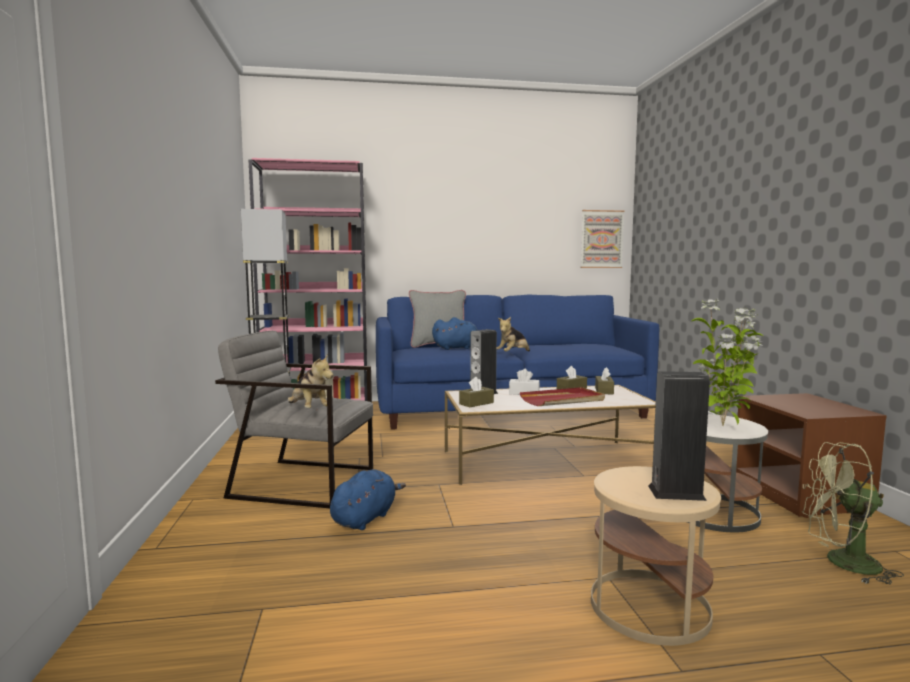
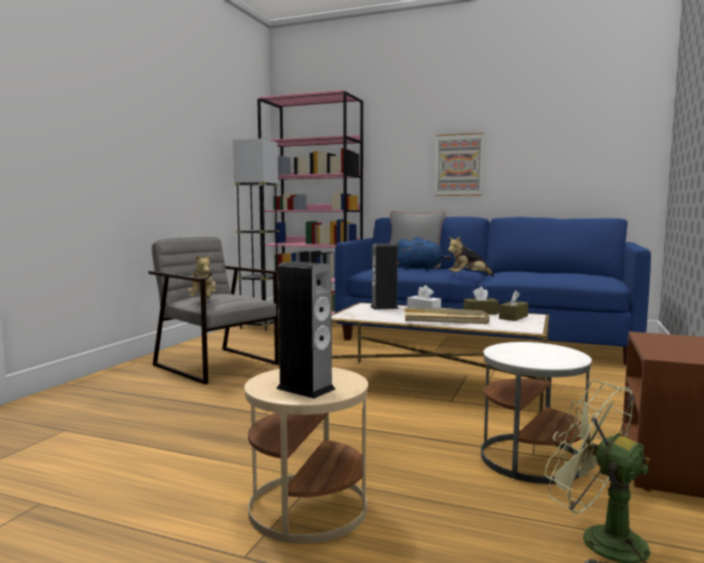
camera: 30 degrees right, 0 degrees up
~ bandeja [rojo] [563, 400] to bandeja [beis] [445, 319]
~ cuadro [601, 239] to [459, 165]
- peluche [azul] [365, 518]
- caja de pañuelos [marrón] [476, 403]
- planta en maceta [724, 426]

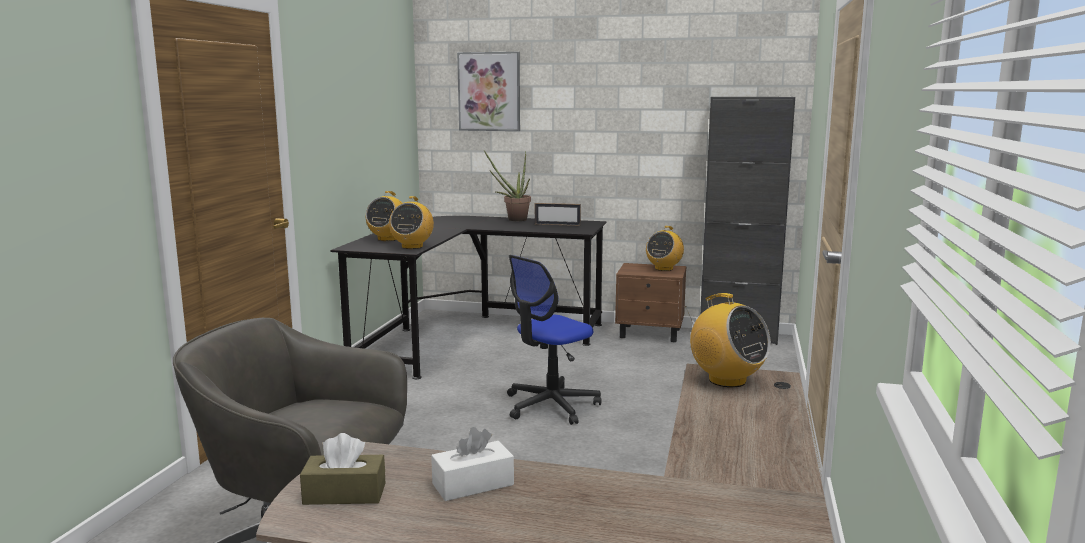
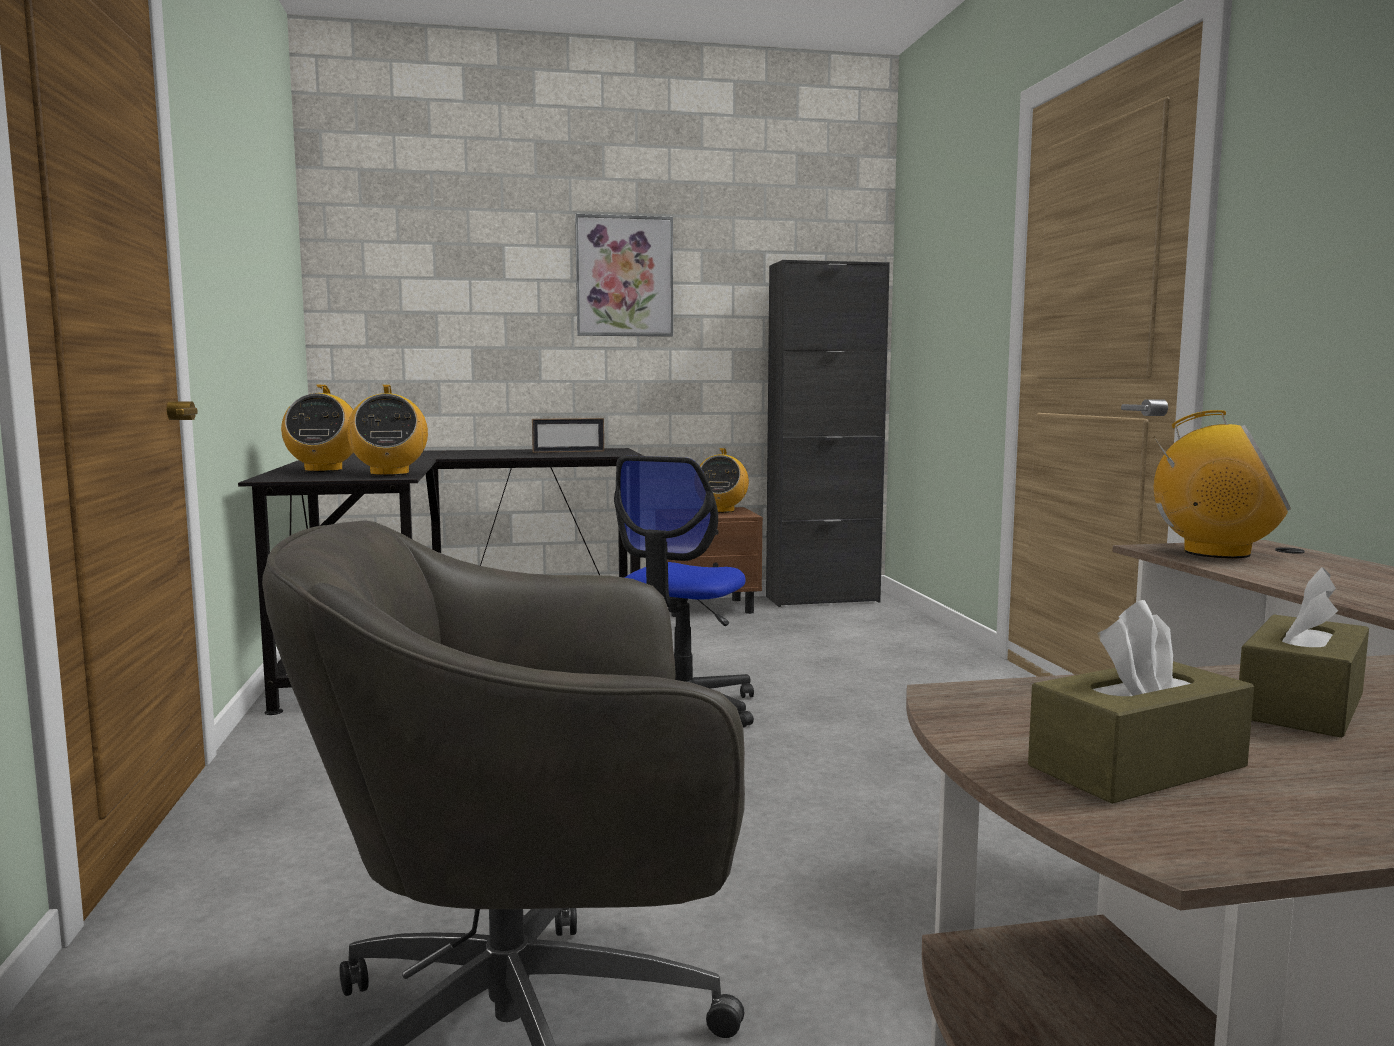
camera: 25 degrees left, 5 degrees down
~ cuadro [489, 91] to [624, 276]
~ caja de pañuelos [blanco] [473, 484] to caja de pañuelos [marrón] [1301, 705]
- planta en maceta [513, 219]

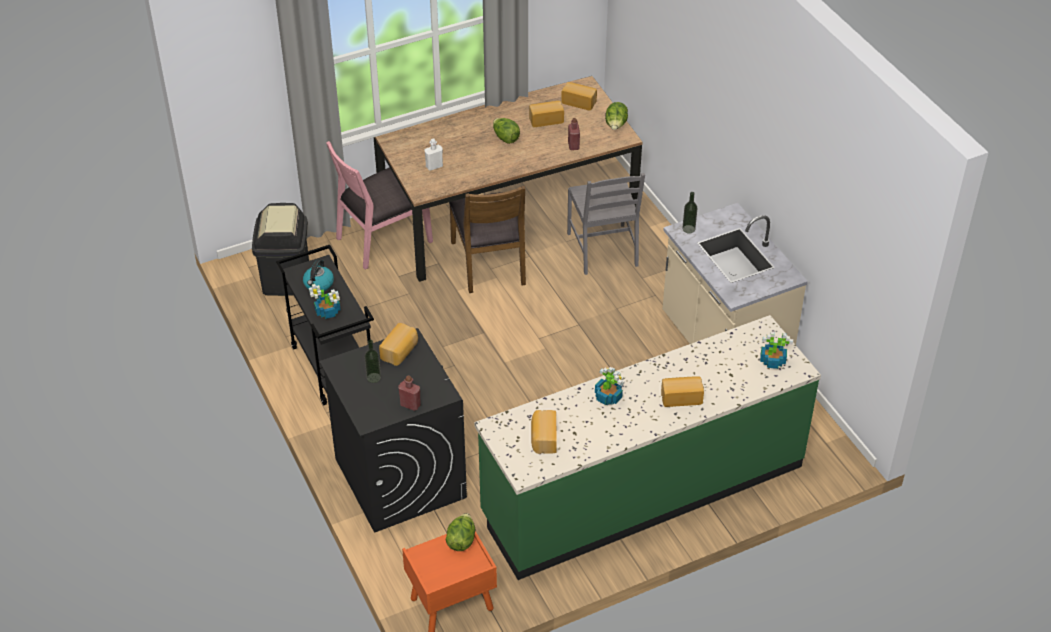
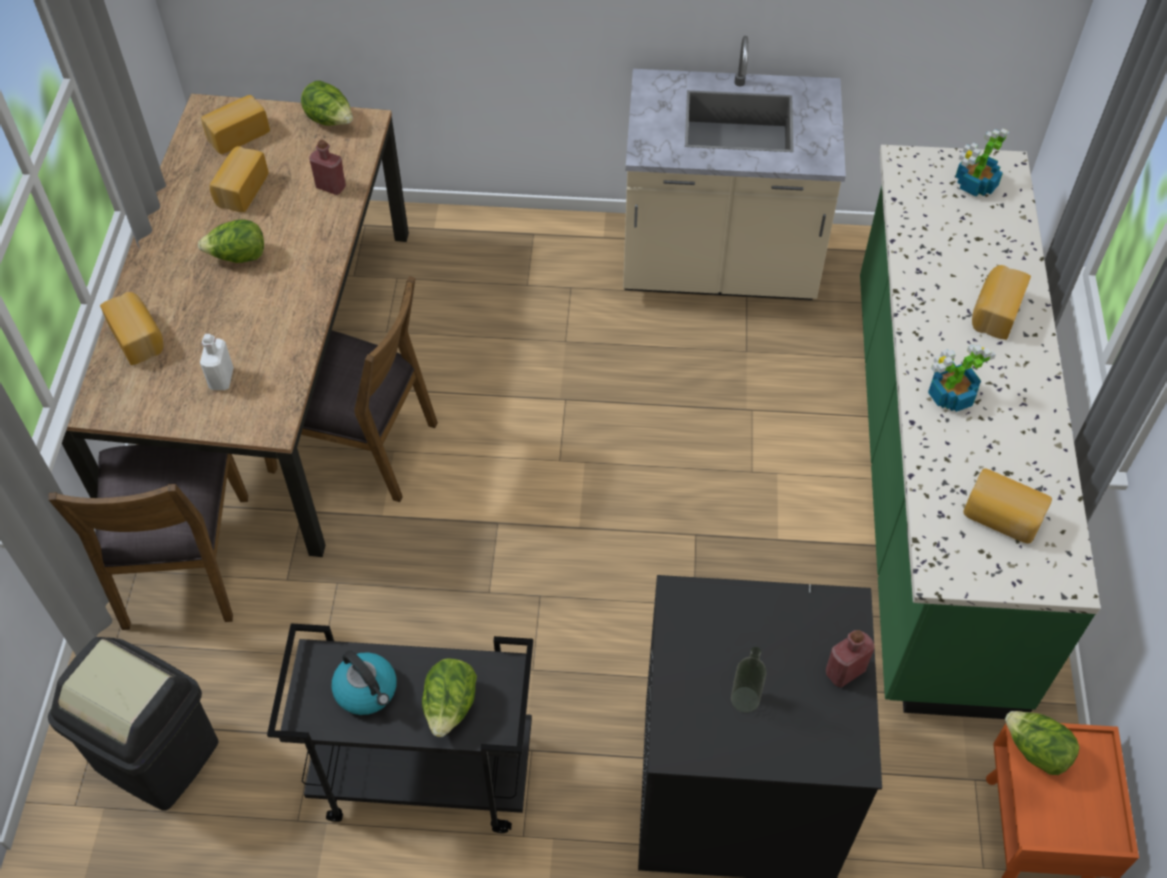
camera: 60 degrees left, 10 degrees up
~ silla [rosa] [382, 239] to silla [marrón] [183, 562]
~ pan [400, 351] to [138, 337]
~ planta en maceta [328, 312] to lechuga [450, 707]
- silla [gris] [603, 249]
- botella [688, 229]

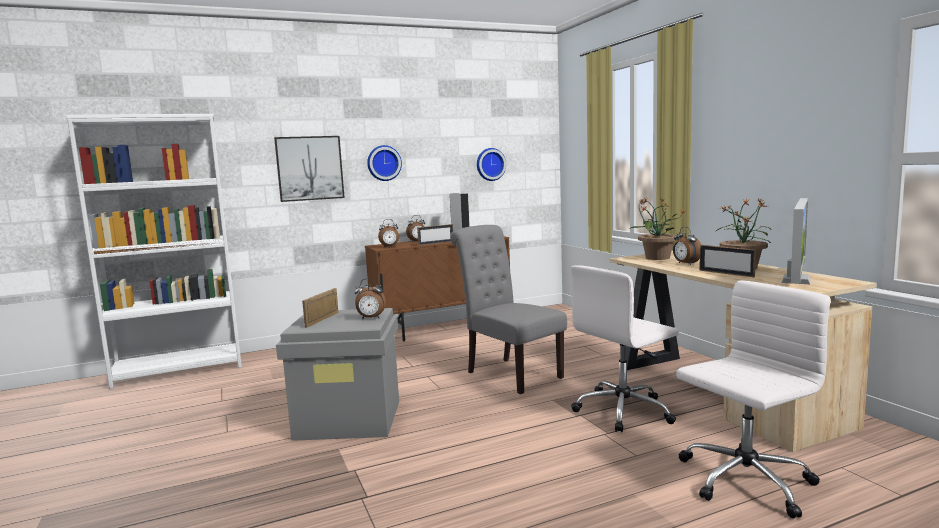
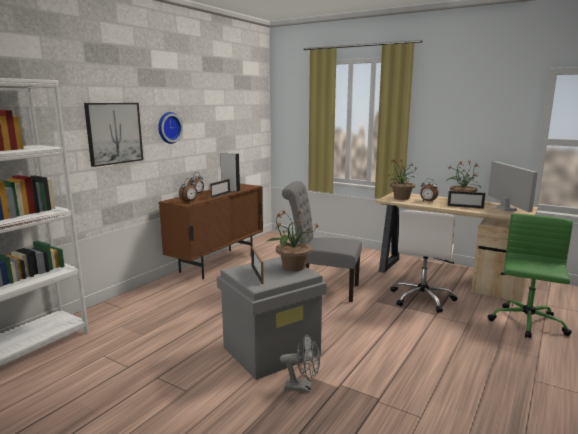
camera: 35 degrees left, 5 degrees up
~ despertador [370, 318] to planta en maceta [293, 267]
+ ventilador [gris] [302, 387]
~ silla de oficina [blanco] [743, 481] to silla de oficina [verde] [527, 323]
- reloj de pared [490, 164]

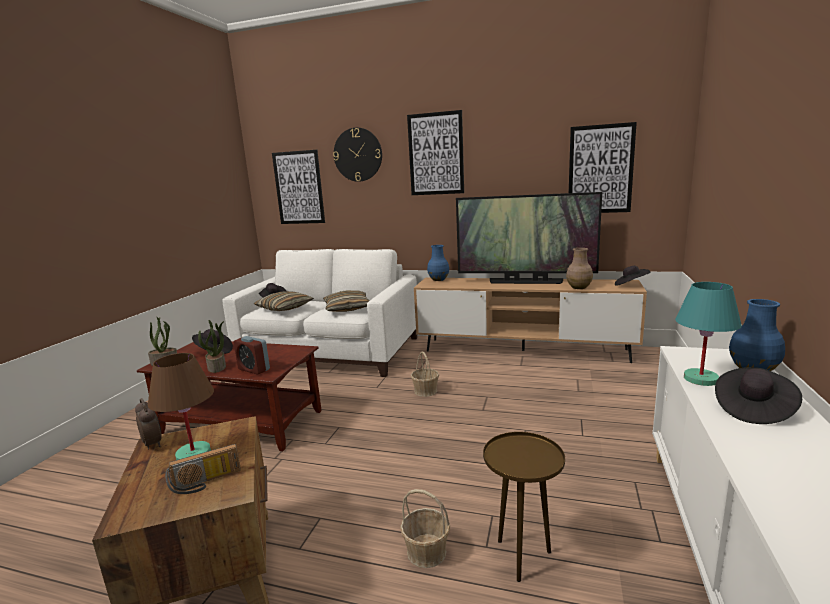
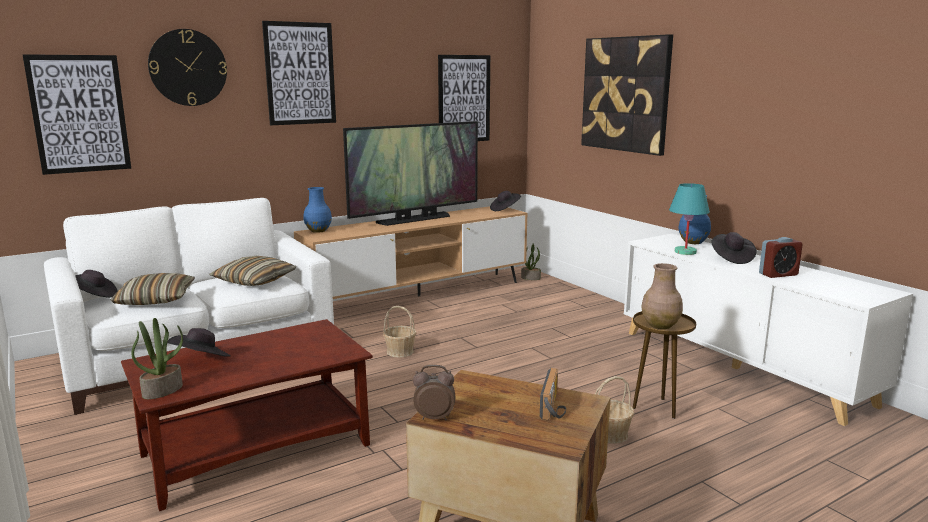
camera: 50 degrees left, 0 degrees up
~ planta en maceta [217, 367] to [531, 278]
+ cuadro [625, 94]
~ florero [marrón] [578, 287] to [659, 325]
~ despertador [254, 369] to [778, 274]
- lámpara de mesa [marrón] [193, 454]

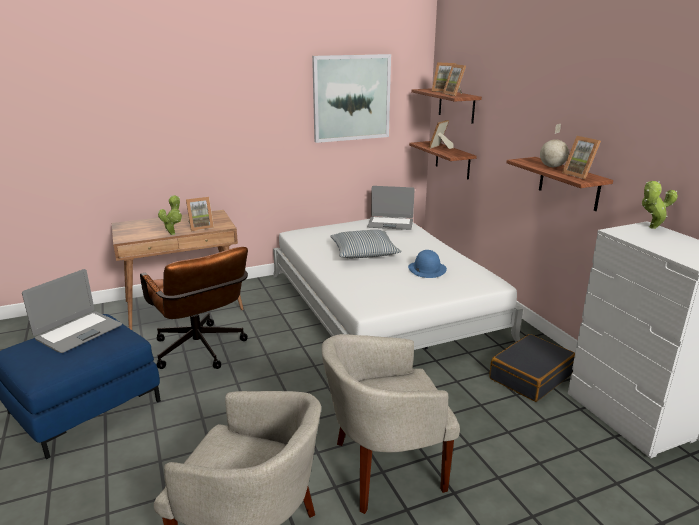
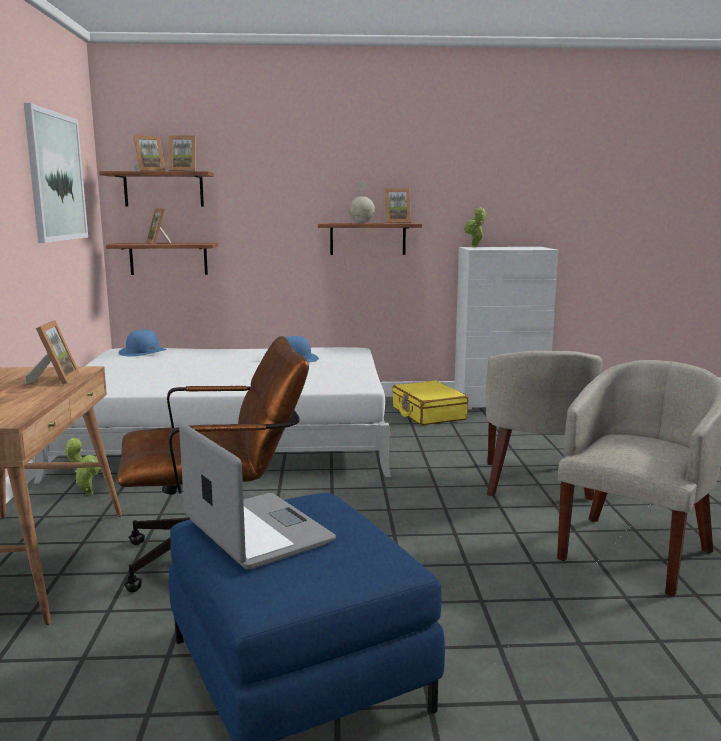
camera: 70 degrees left, 10 degrees down
~ planta en maceta [173, 233] to [87, 493]
~ portátil [390, 224] to sombrero [azul] [143, 351]
~ maleta [negro] [530, 376] to maleta [amarillo] [428, 413]
- cojín [364, 252]

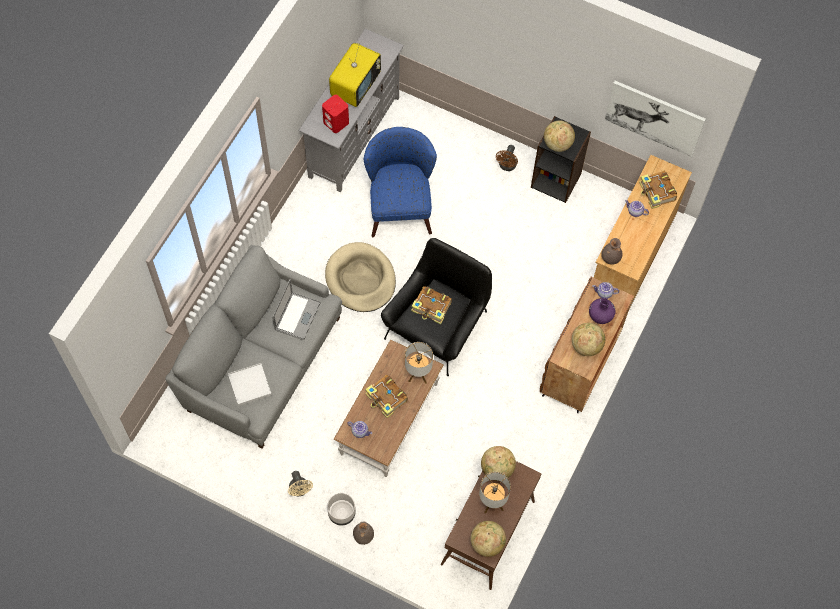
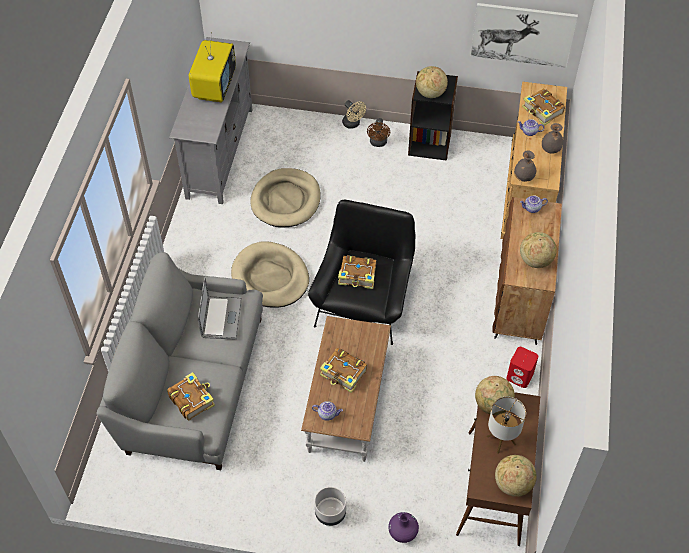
camera: 15 degrees left, 10 degrees down
~ bandeja [blanco] [249, 385] to libro [191, 399]
~ sillón [azul] [400, 204] to cama para perro [beis] [286, 200]
~ ventilador [beis] [300, 490] to [353, 124]
~ florero [morado] [600, 316] to [402, 532]
~ altavoz [rojo] [336, 122] to [520, 376]
~ florero [gris] [363, 536] to [550, 150]
- lámpara de mesa [418, 374]

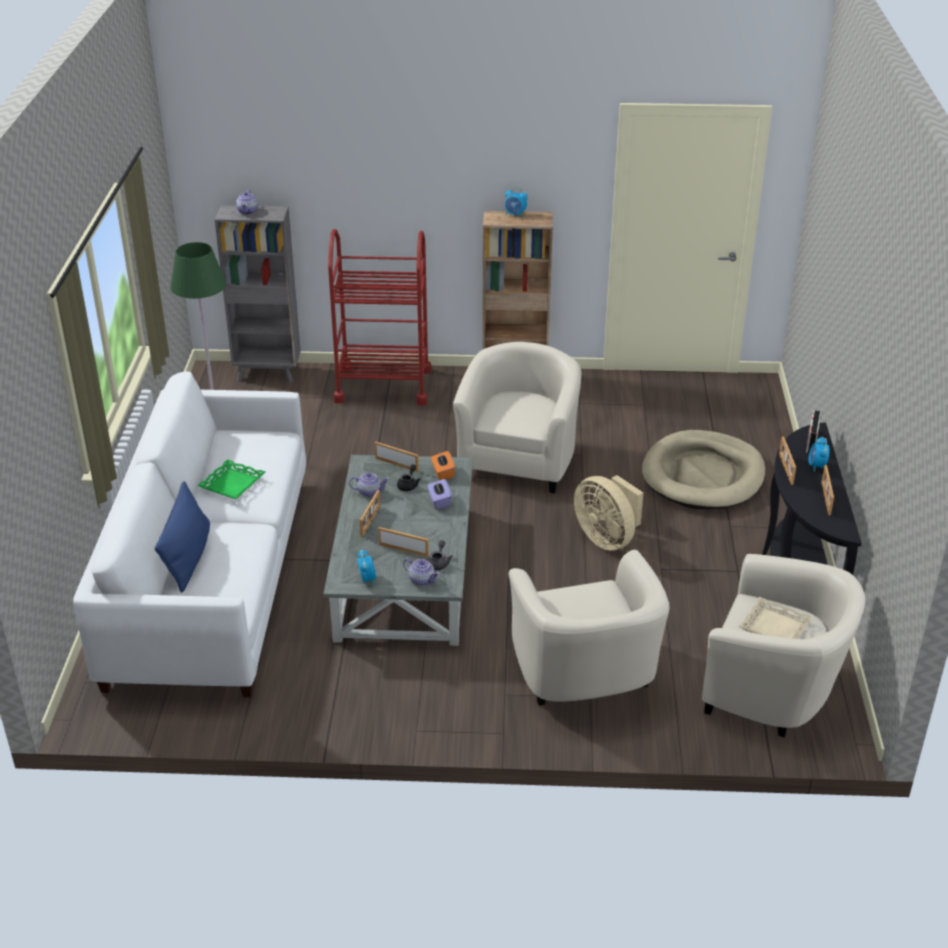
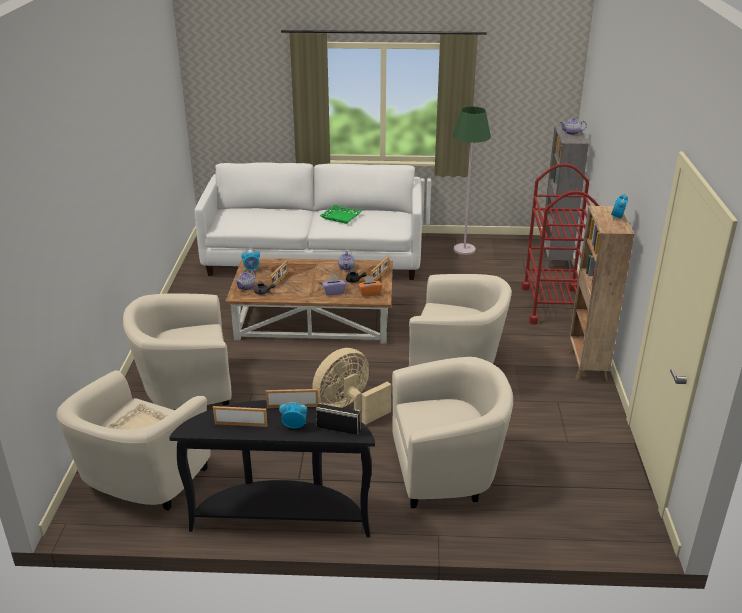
camera: 90 degrees right, 5 degrees down
~ mesa de centro [gris] [403, 571] to mesa de centro [marrón] [315, 319]
~ cama para perro [beis] [703, 475] to sillón [beis] [447, 471]
- cojín [azul] [188, 557]
- portarretratos [371, 521]

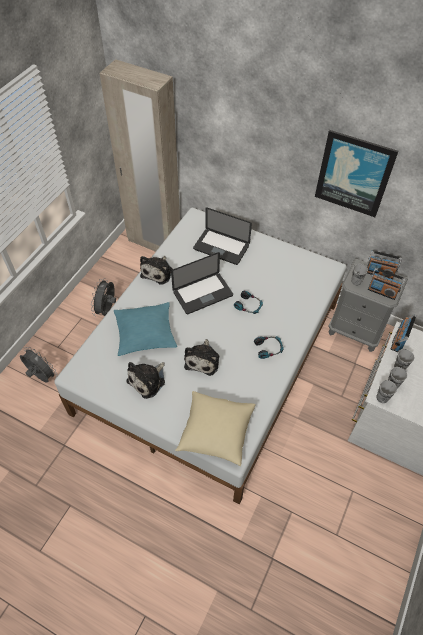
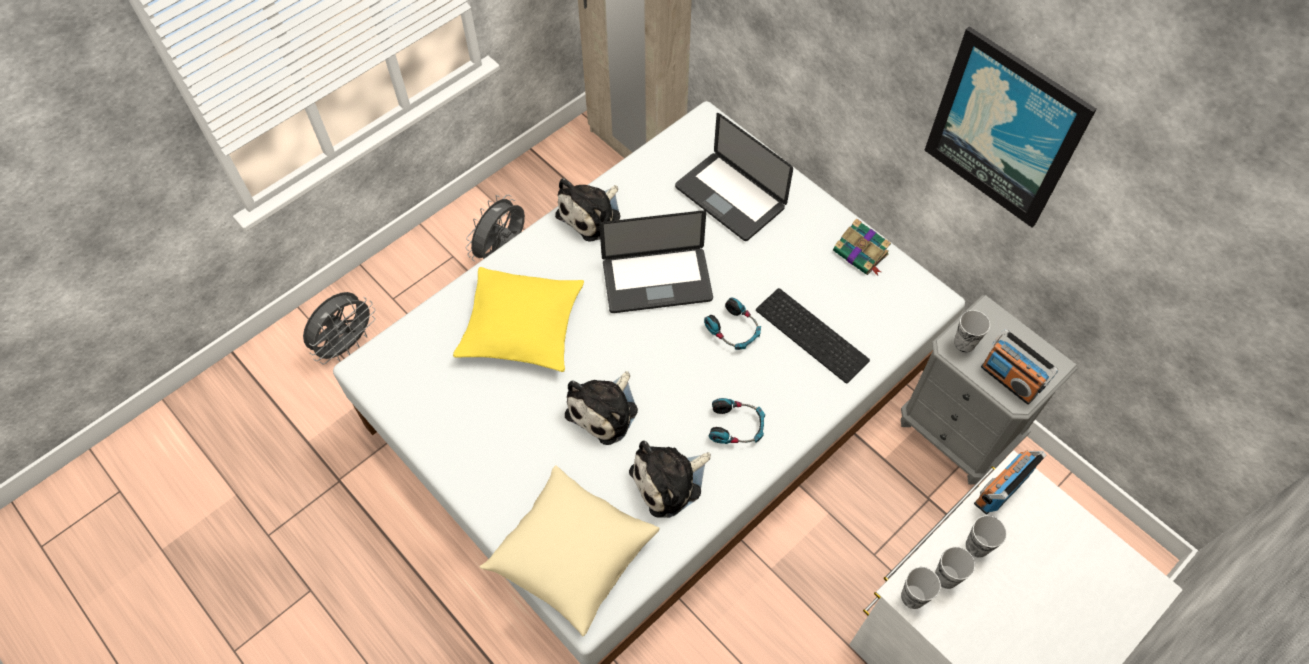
camera: 20 degrees right, 5 degrees up
~ ventilador [gris] [42, 376] = [347, 344] 75 degrees clockwise
~ cojín [turquesa] [145, 333] to cojín [amarillo] [522, 326]
~ peluche [148, 380] to [670, 481]
+ teclado [814, 334]
+ libro [861, 254]
- radio [379, 273]

